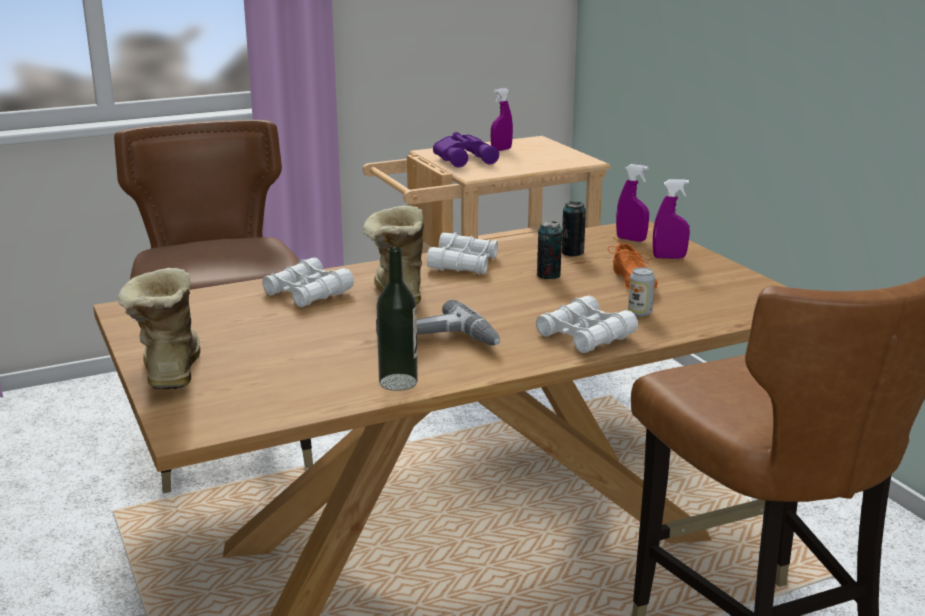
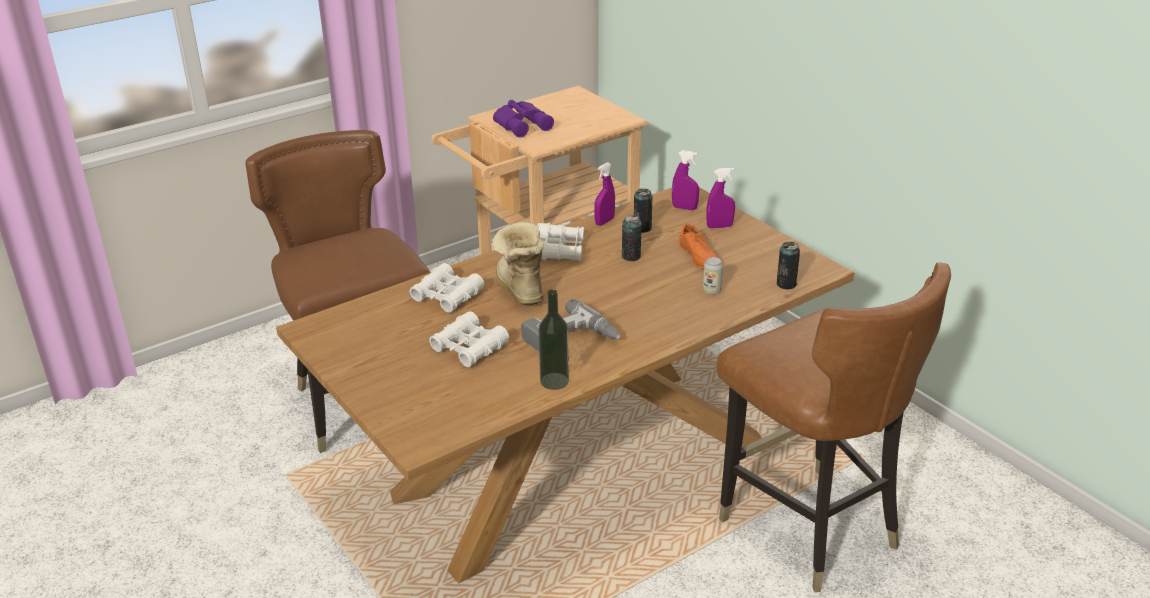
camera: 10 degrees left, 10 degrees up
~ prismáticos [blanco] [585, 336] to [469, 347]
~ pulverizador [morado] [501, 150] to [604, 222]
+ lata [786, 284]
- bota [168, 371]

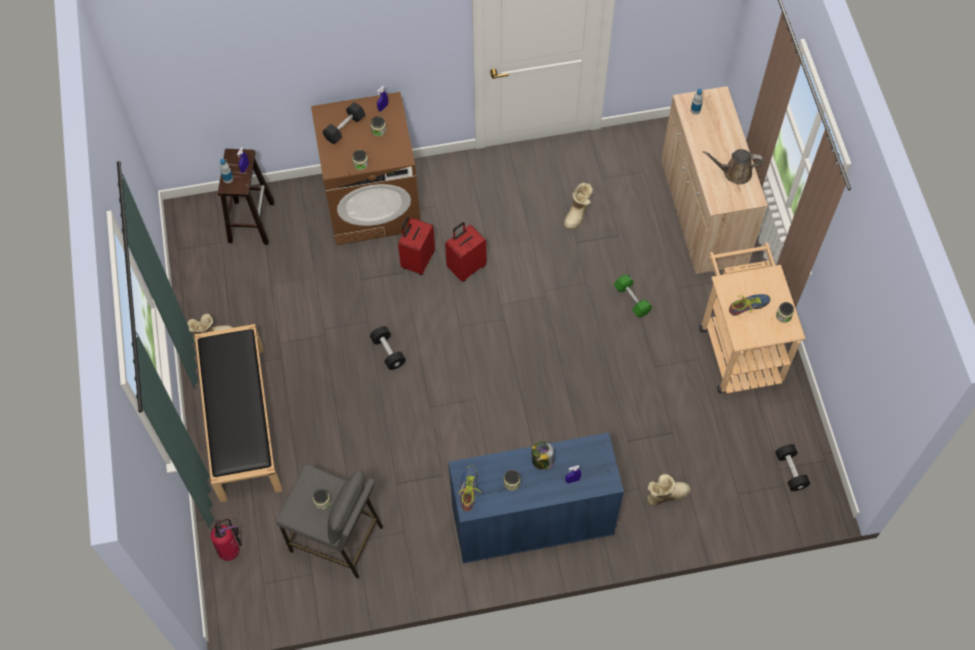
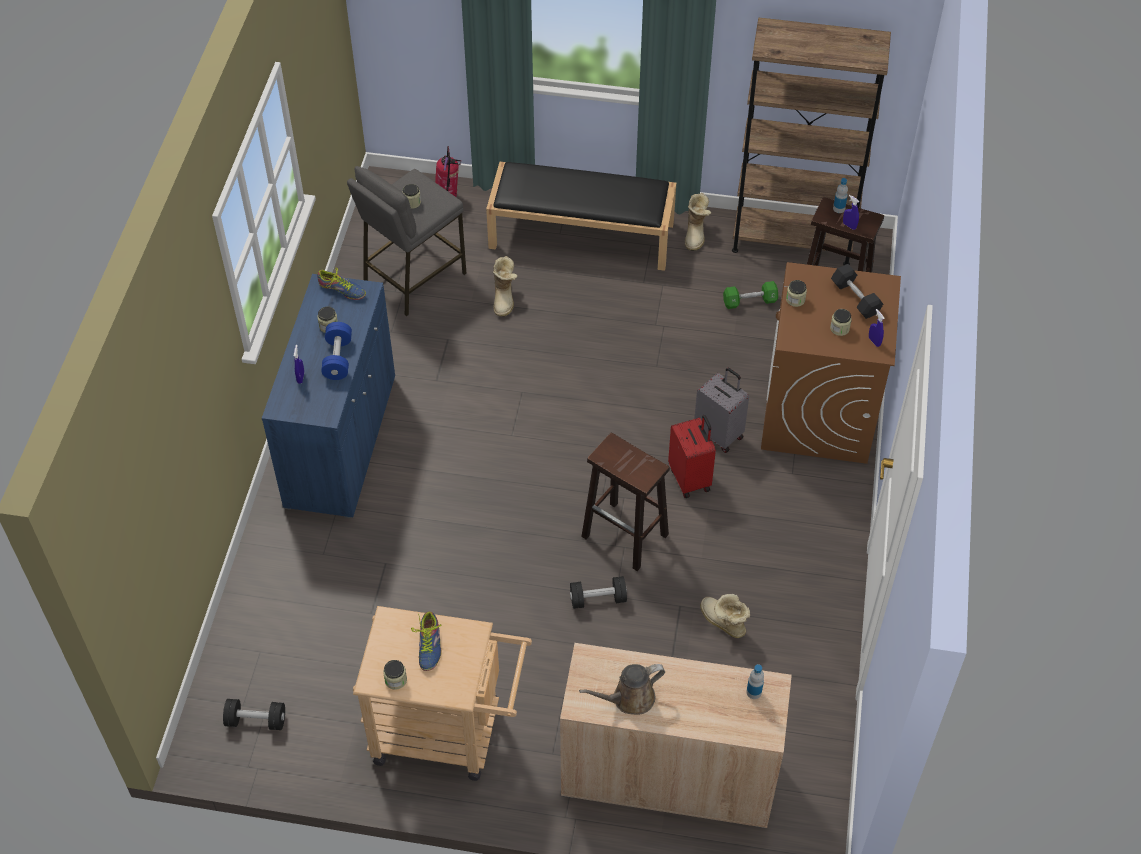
camera: 110 degrees right, 10 degrees down
~ tarro [542, 461] to mancuerna [azul] [338, 359]
~ bota [665, 494] to [505, 298]
~ mancuerna [negro] [388, 352] to [598, 599]
~ regadera [marrón] [734, 172] = [629, 698] 135 degrees counterclockwise
+ taburete [marrón] [626, 536]
~ maleta [rojo] [417, 260] to maleta [gris] [719, 434]
~ mancuerna [verde] [632, 299] to [749, 301]
+ estantería [marrón] [792, 240]

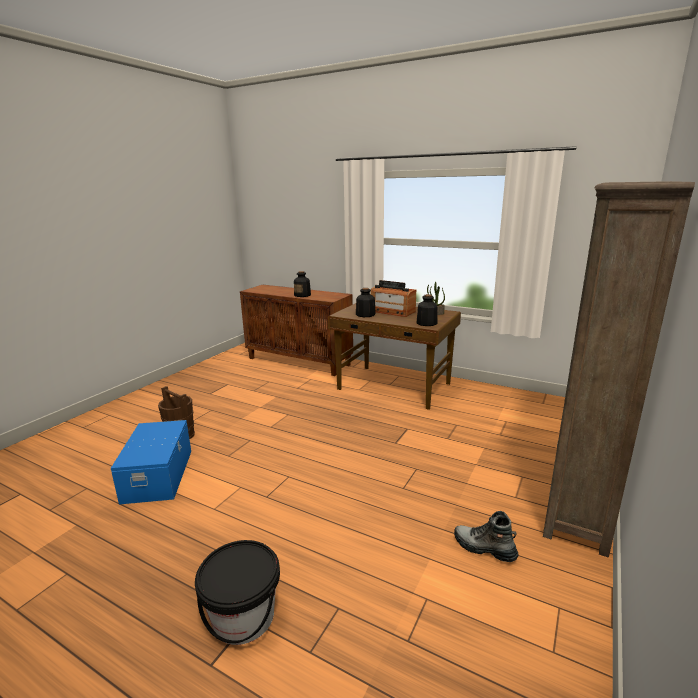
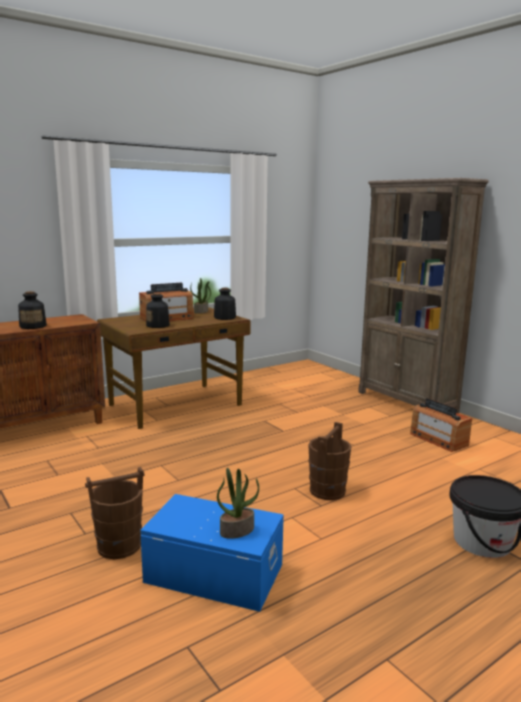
camera: 65 degrees left, 5 degrees down
+ planta en maceta [237, 530]
+ cubo [marrón] [327, 491]
~ bota [484, 548] to radio [438, 439]

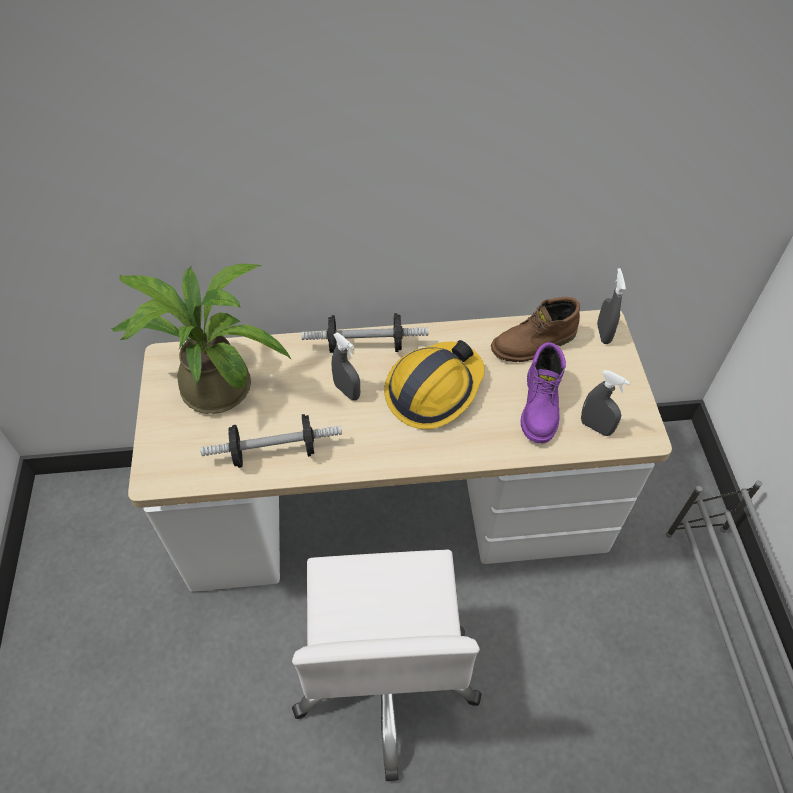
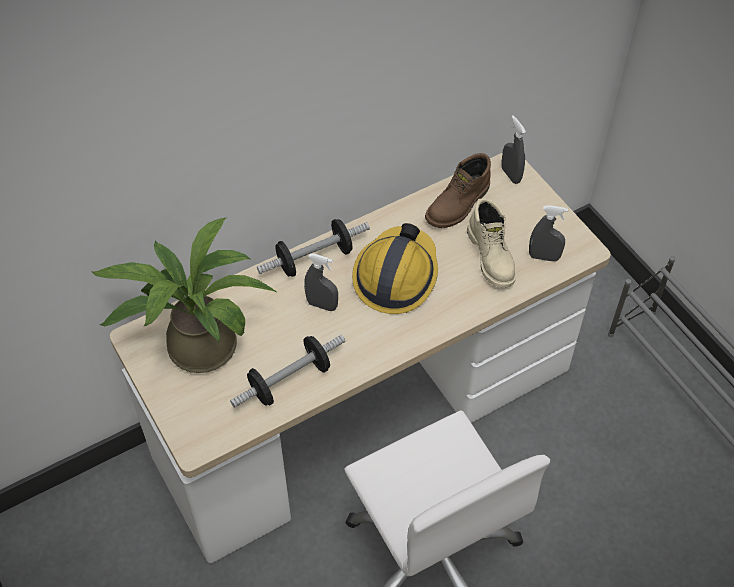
camera: 25 degrees left, 0 degrees up
~ bota [morado] [541, 407] to bota [beis] [492, 256]

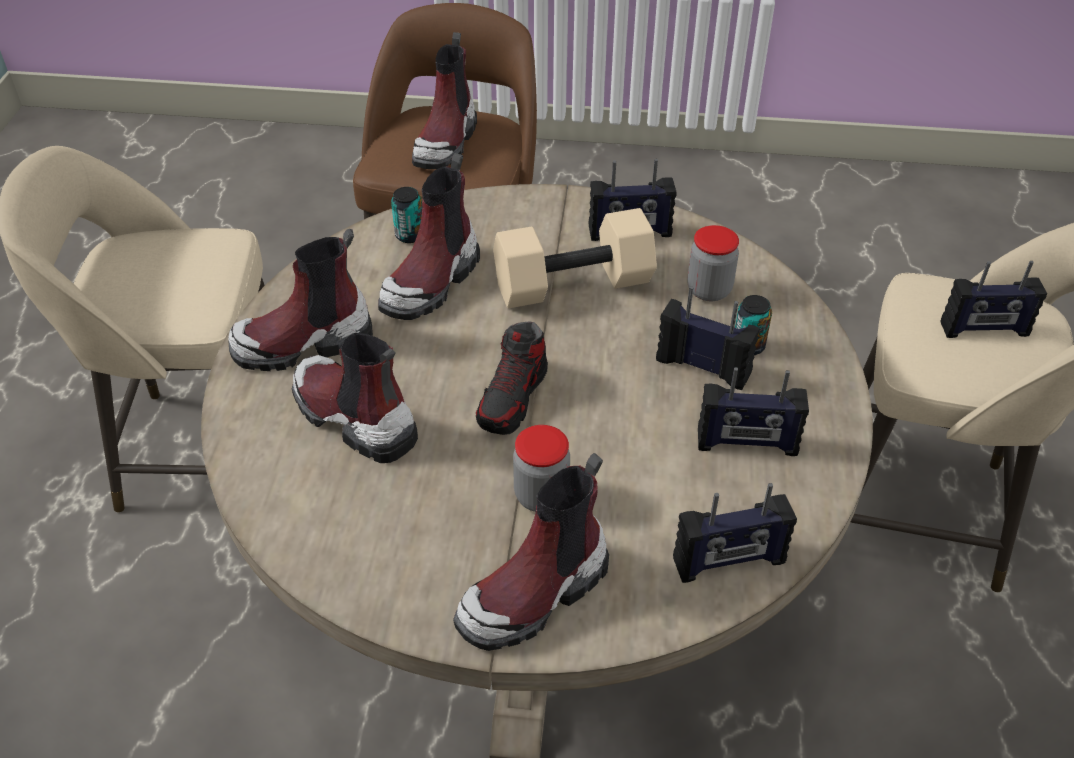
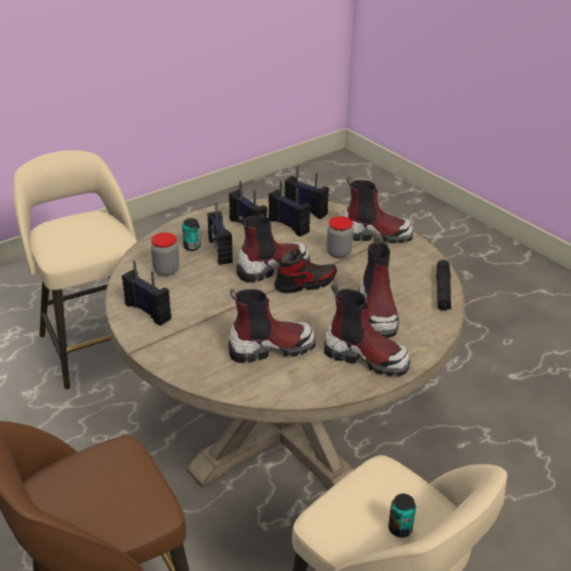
camera: 135 degrees left, 10 degrees down
~ bota [446, 142] to [272, 268]
~ radio [984, 330] to [289, 225]
~ lata [410, 235] to [400, 528]
+ linterna [negro] [442, 290]
- mancuerna [beis] [574, 282]

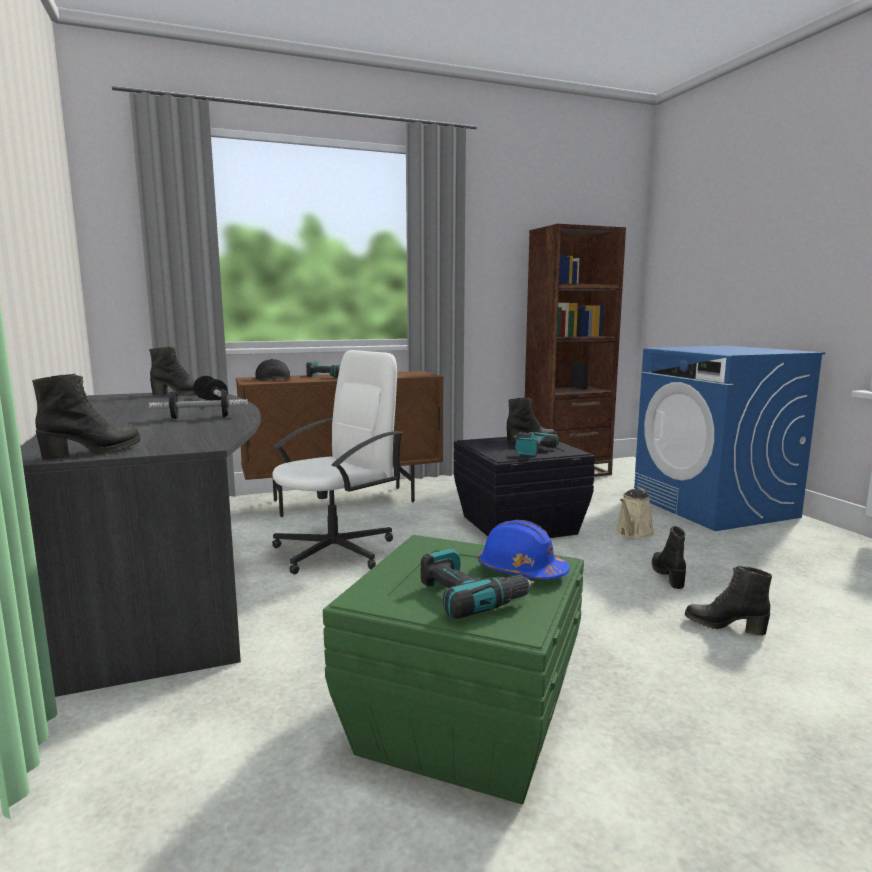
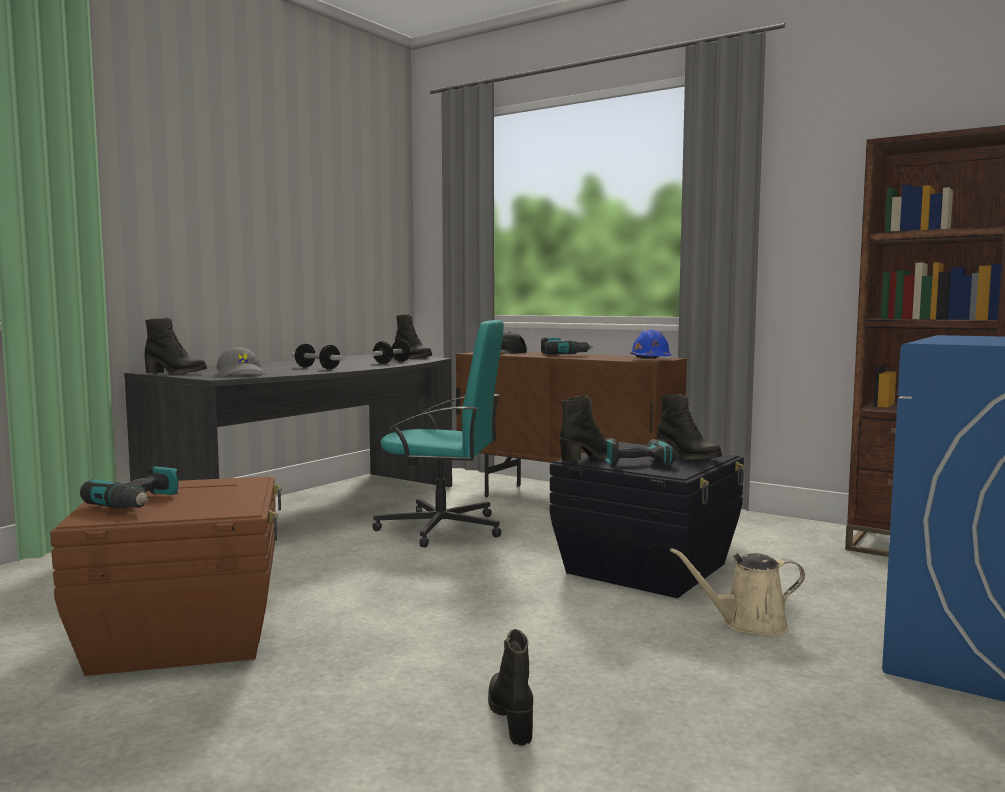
camera: 55 degrees right, 5 degrees down
~ caja de almacenaje [verde] [462, 721] to caja de almacenaje [marrón] [185, 634]
+ gorra [gris] [242, 374]
~ silla de oficina [blanco] [336, 550] to silla de oficina [turquesa] [443, 528]
~ bota [negro] [668, 575] to [591, 457]
~ casco [azul] [521, 571] to [651, 360]

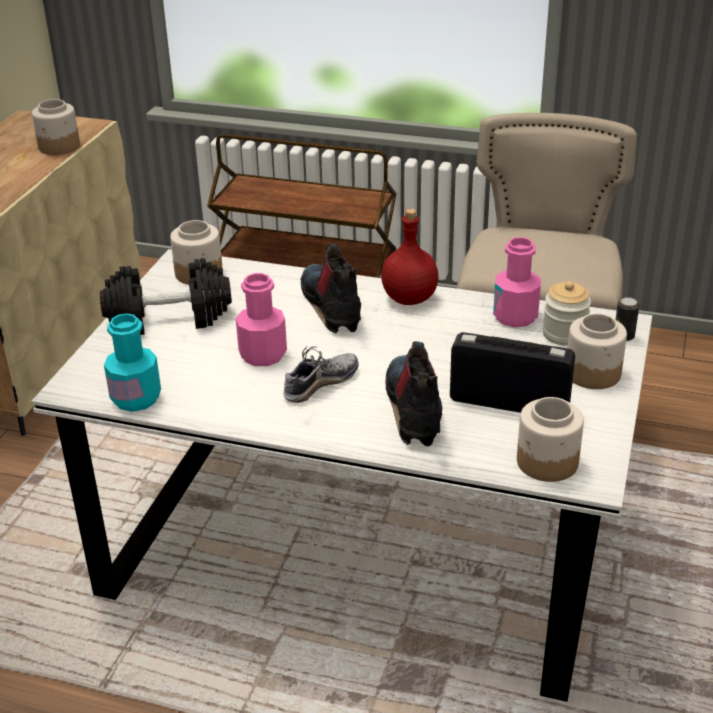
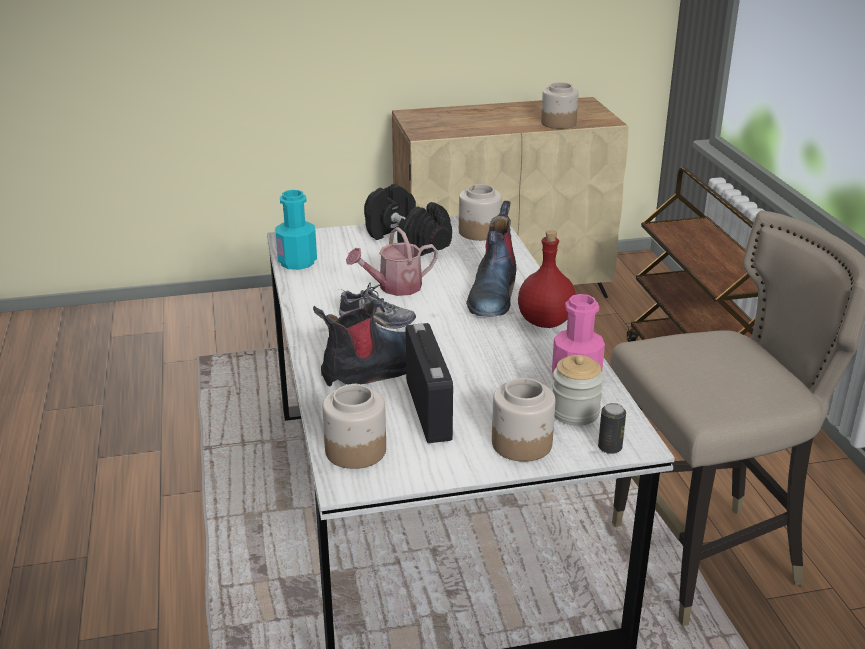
camera: 60 degrees right, 5 degrees down
~ botella [rosa] [263, 355] to regadera [394, 287]
~ bota [333, 307] = [492, 294] 150 degrees clockwise

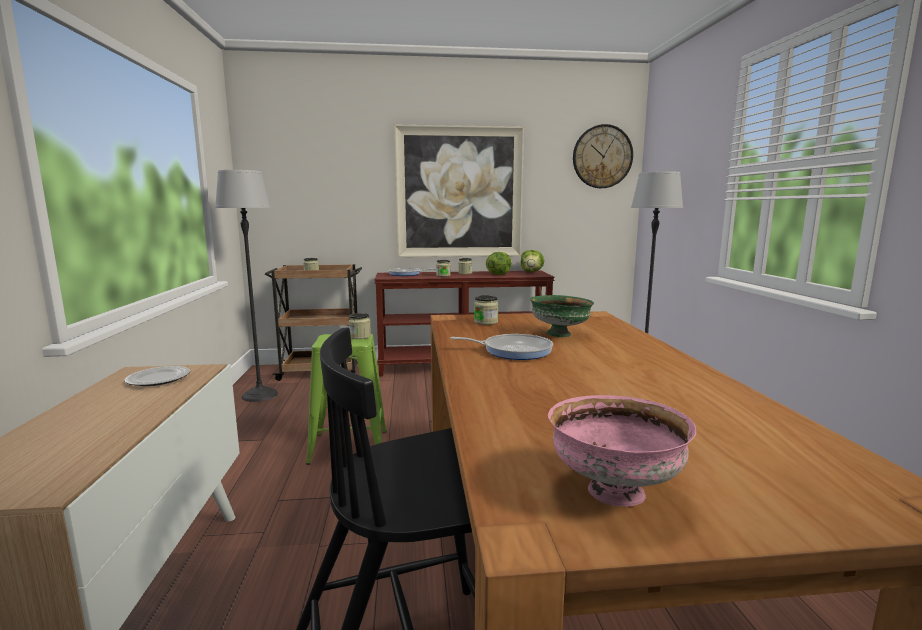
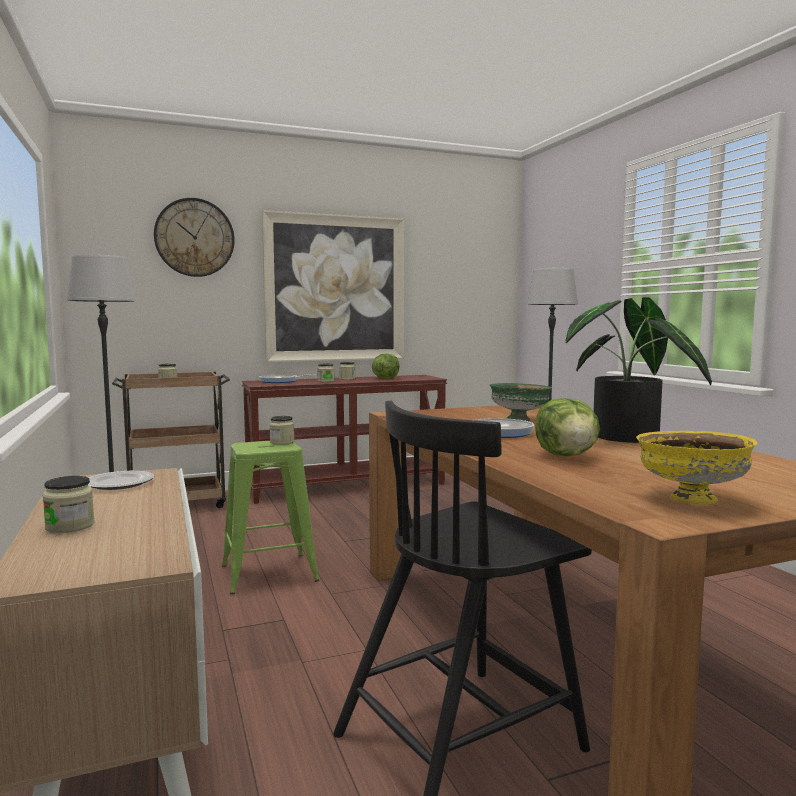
camera: 15 degrees left, 5 degrees down
~ tarro [486, 322] to [70, 526]
~ reloj de pared [602, 156] to [194, 237]
~ lechuga [531, 272] to [567, 456]
+ planta en maceta [628, 439]
~ cuenco [rosa] [613, 491] to cuenco [amarillo] [690, 499]

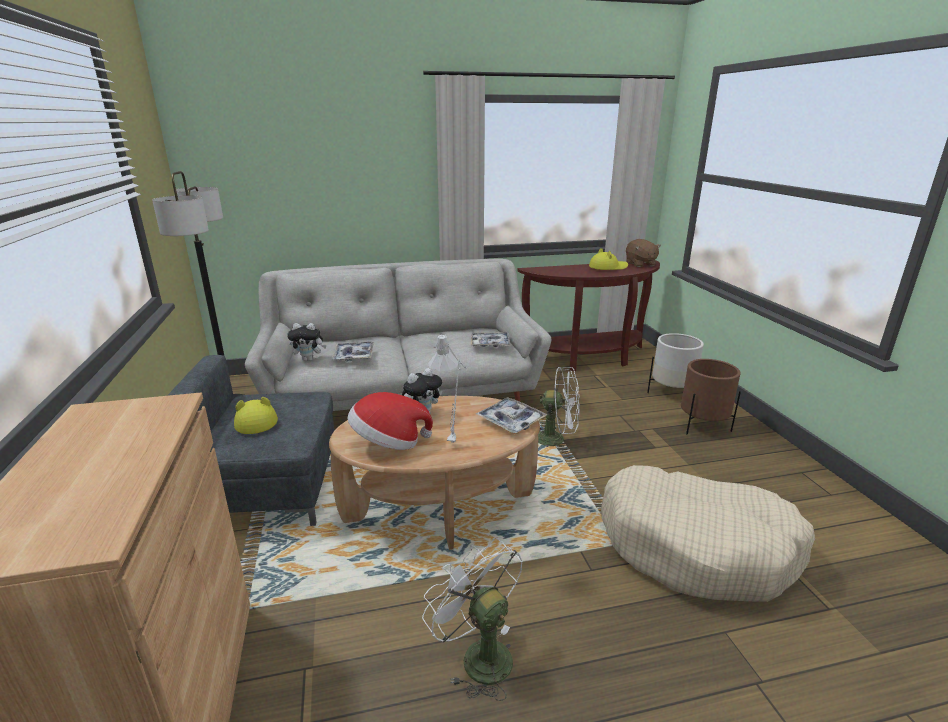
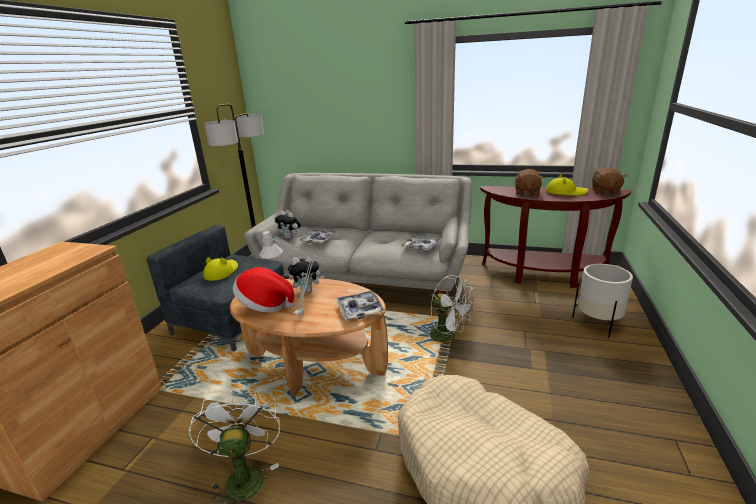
camera: 30 degrees right, 0 degrees up
+ peluche [marrón] [526, 193]
- maceta [marrón] [702, 425]

